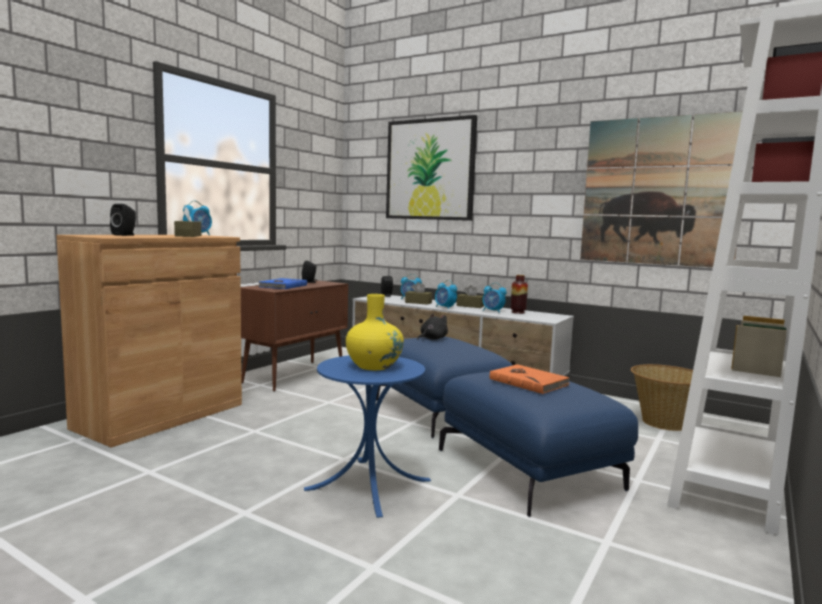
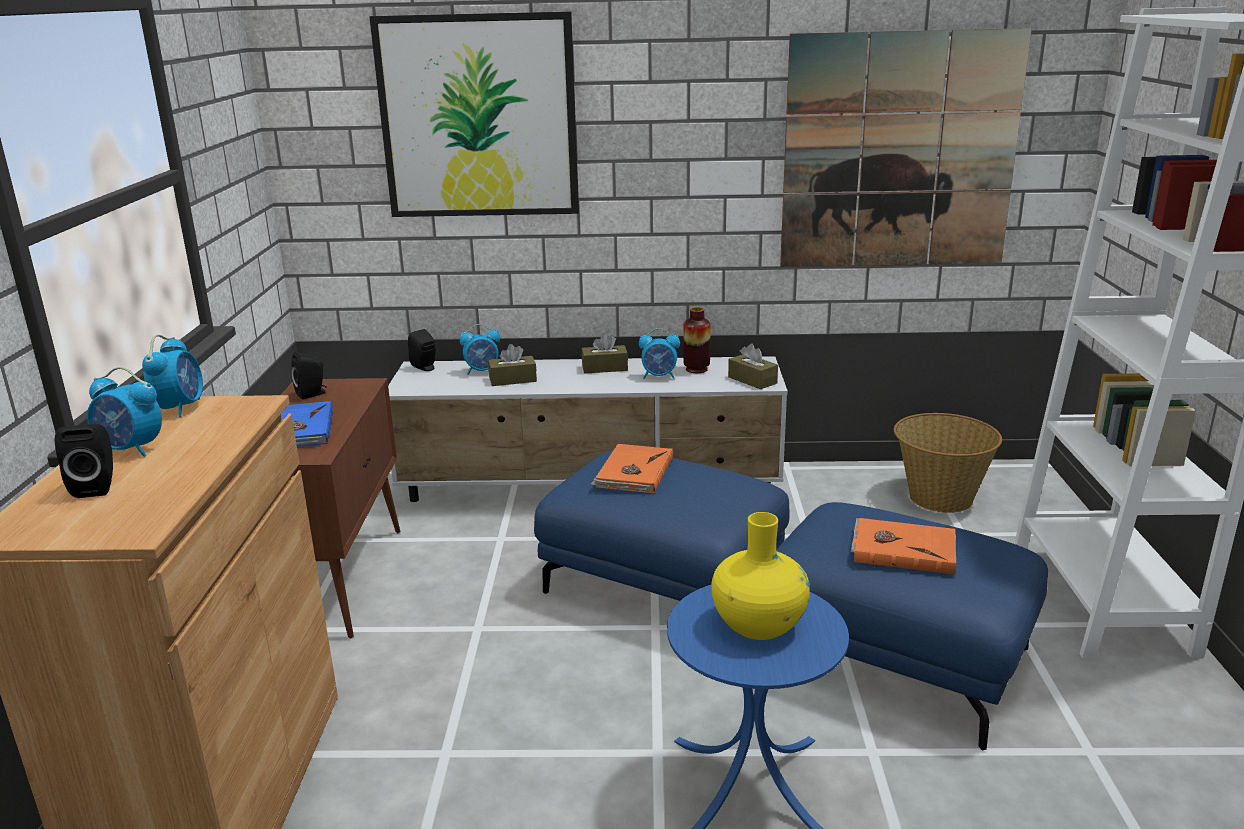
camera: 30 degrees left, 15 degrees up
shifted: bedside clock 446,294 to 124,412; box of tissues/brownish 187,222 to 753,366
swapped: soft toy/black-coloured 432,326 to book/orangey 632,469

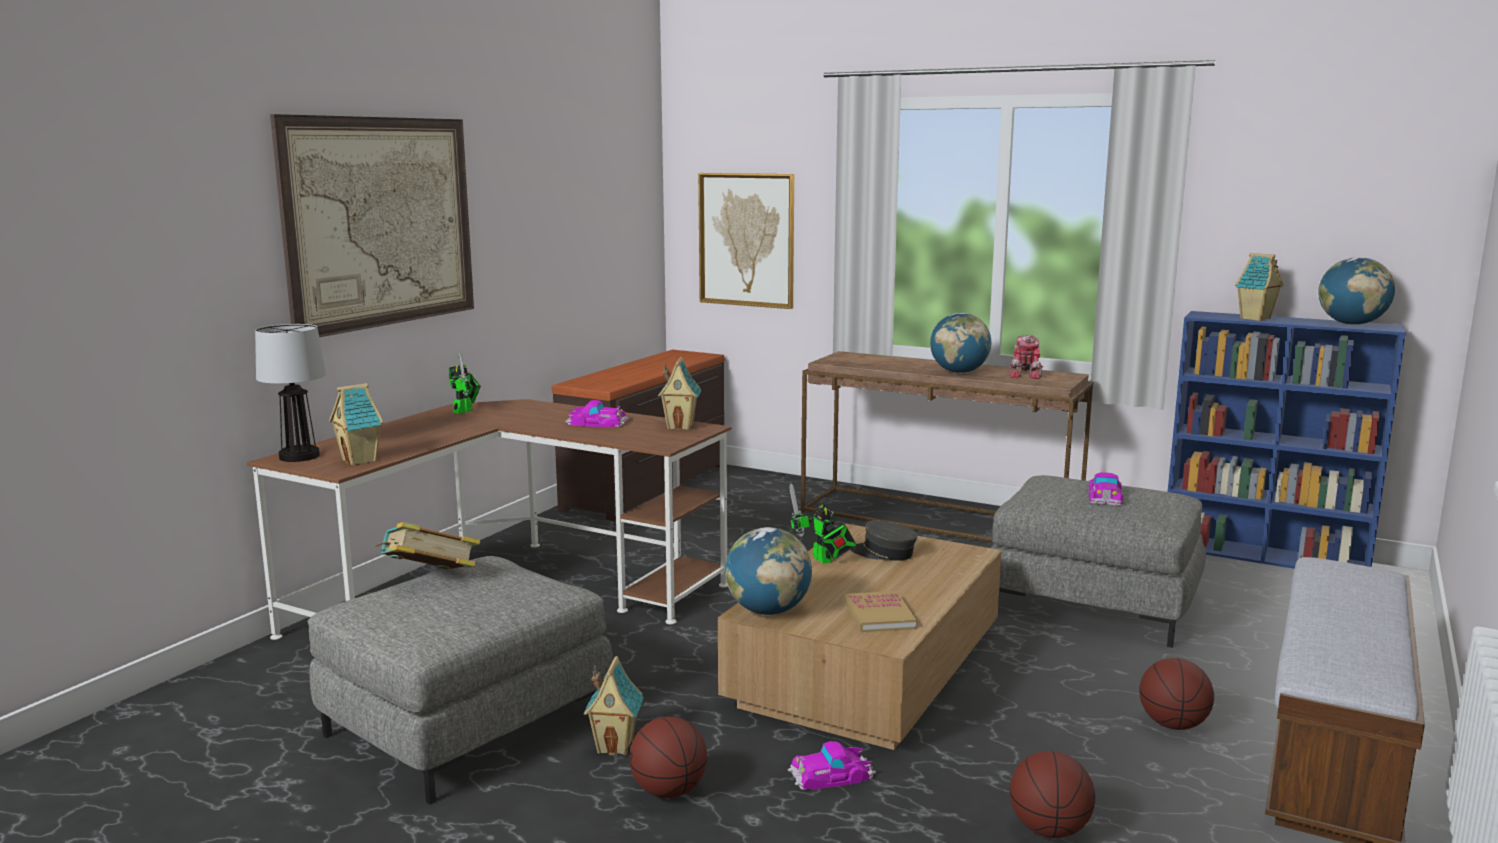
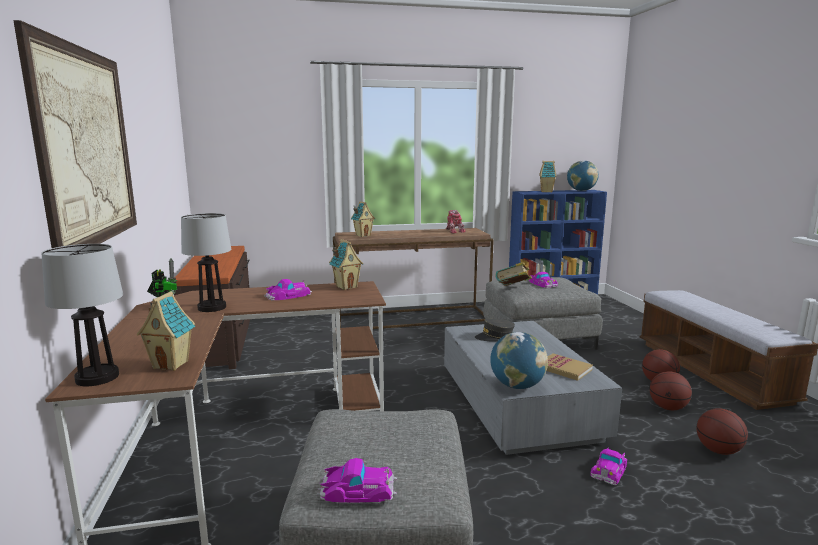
camera: 40 degrees left, 0 degrees up
gone: picture 746,241; model robot 822,523; globe 960,343
new: tabletop lamp 206,262; model car 357,480
shifted: model house 613,705 to 363,219; book 428,545 to 514,274; basketball 668,757 to 671,390
repainted: low table/brownish 859,637 to low table/gray 533,388

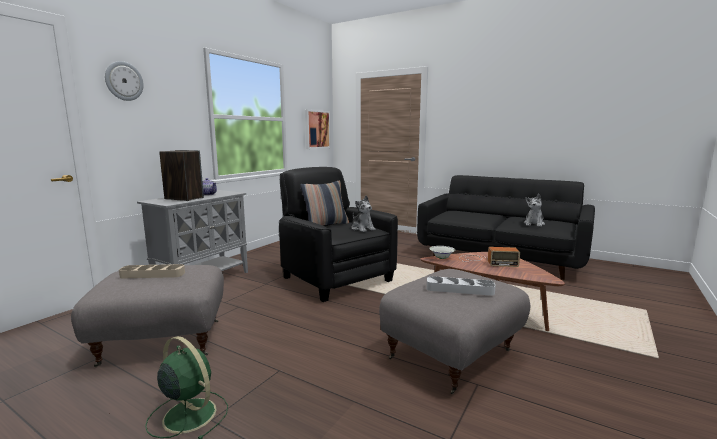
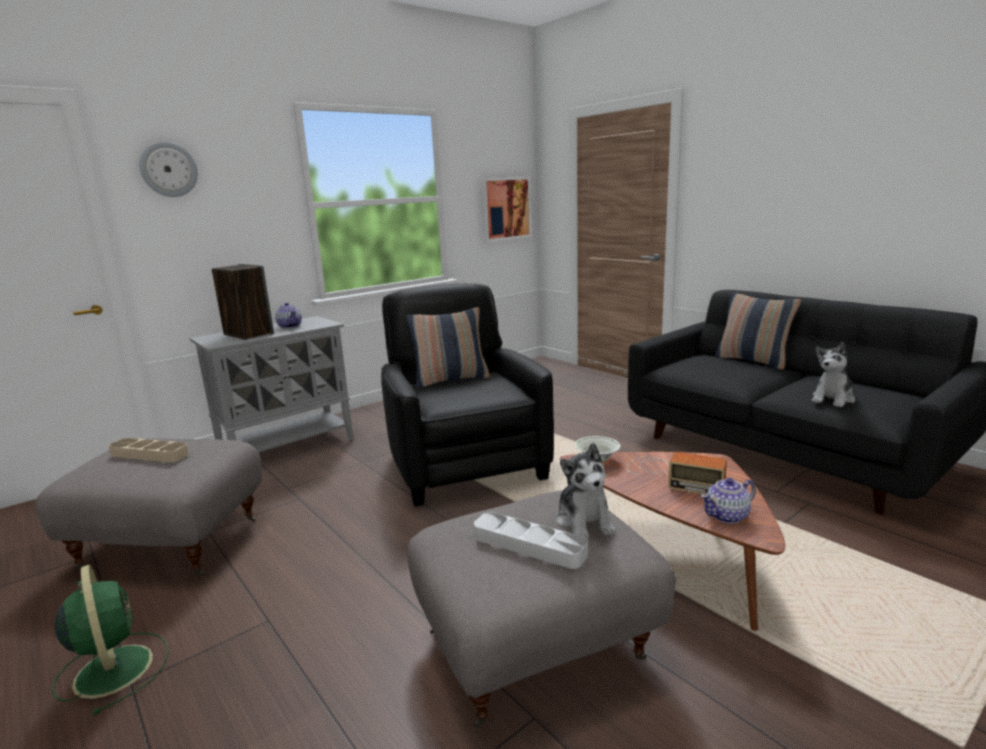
camera: 20 degrees right, 5 degrees up
new: teapot 728,501; throw pillow 758,331
shifted: soft toy 363,213 to 586,491

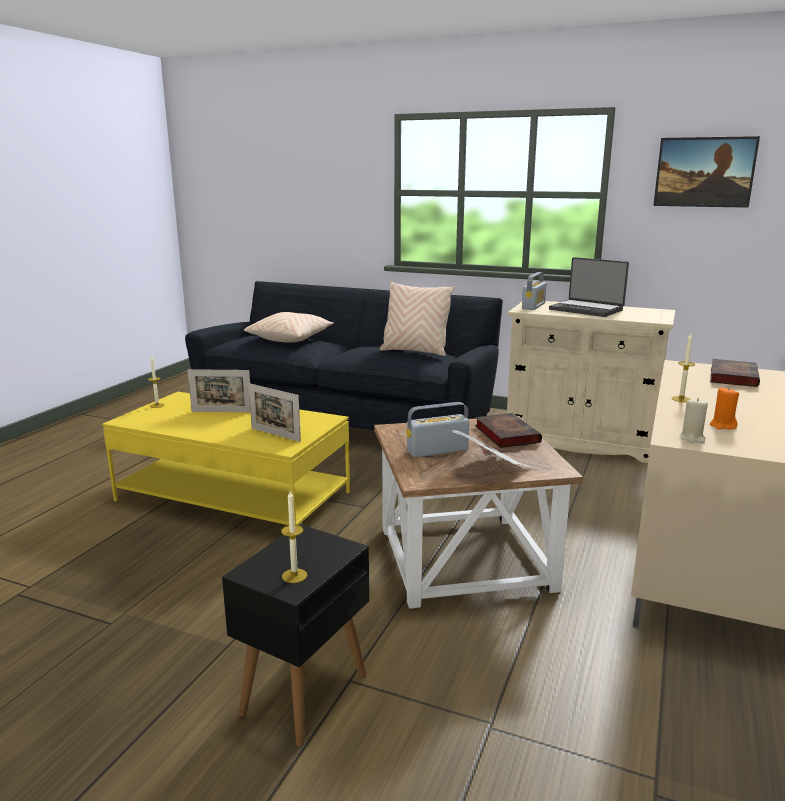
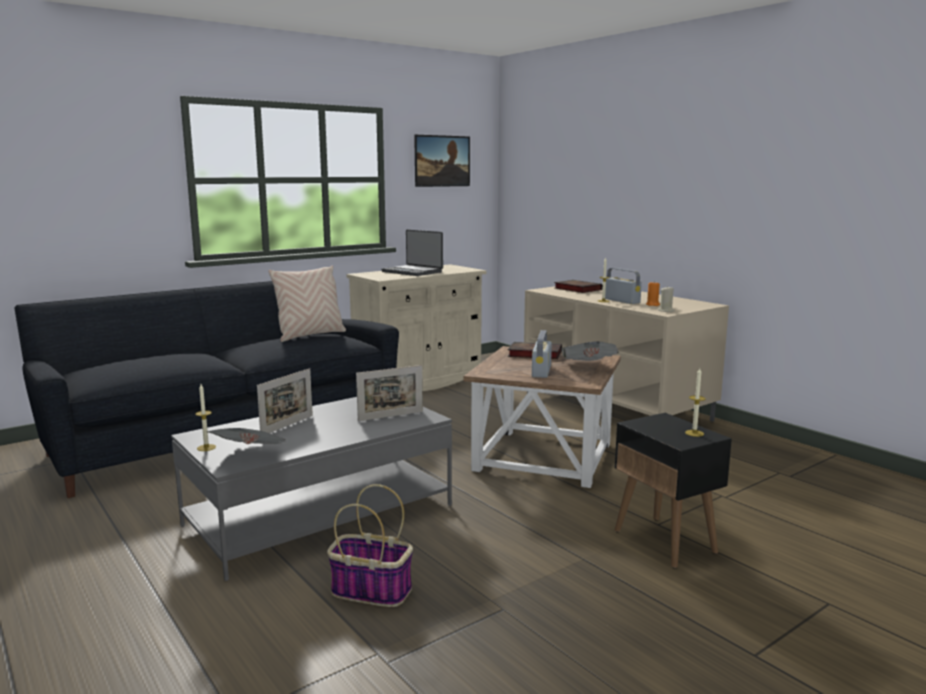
camera: 60 degrees left, 5 degrees down
gone: throw pillow/beige-coloured 289,327
new: newspaper 246,436; storage basket 370,545
shifted: radio receiver 534,291 to 623,286
repainted: low table/yellowish 226,458 to low table/gray 311,489
rotated: notebook computer 589,287 = 412,253 60 degrees clockwise

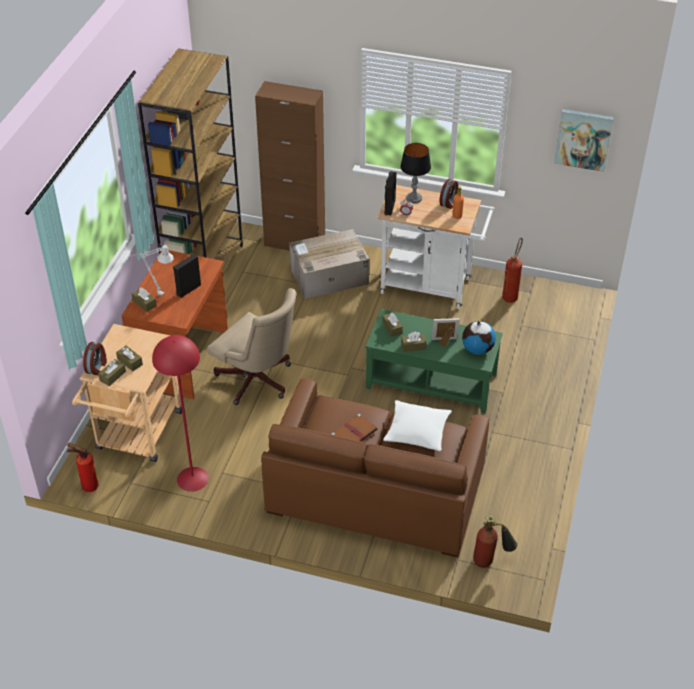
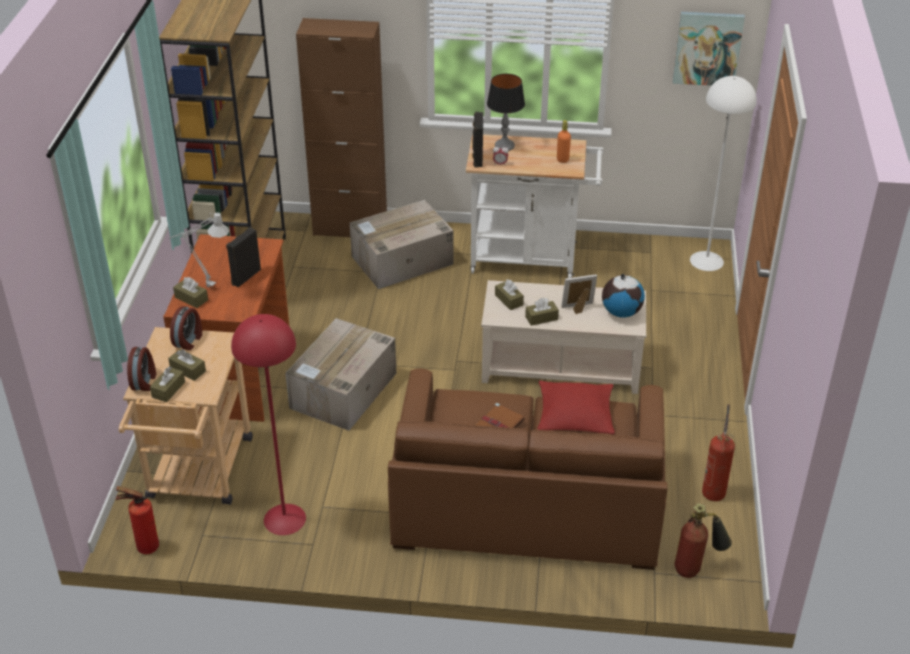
camera: 10 degrees left, 5 degrees down
new: standing lamp/white 723,173
shifted: bedside clock 448,194 to 186,328; extinguisher 512,270 to 718,452
swapped: computer chair/beige-coloured 252,346 to cardboard box 340,374
repainted: low table/greenish 434,361 to low table/beige-coloured 563,337; throw pillow/white 417,426 to throw pillow/red 576,407

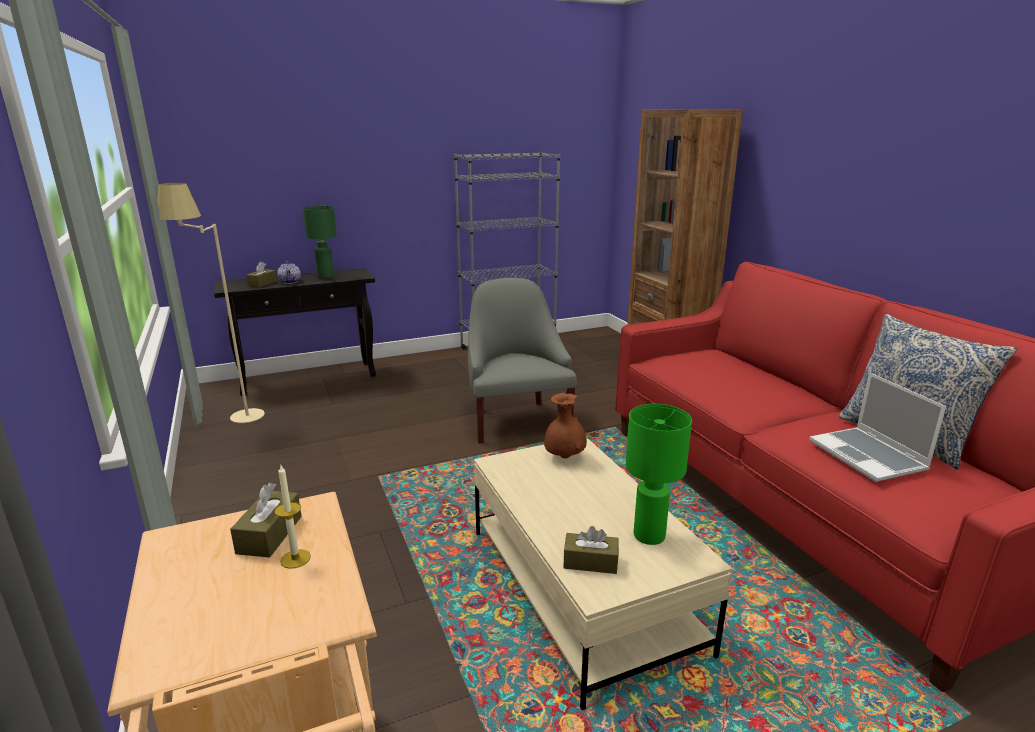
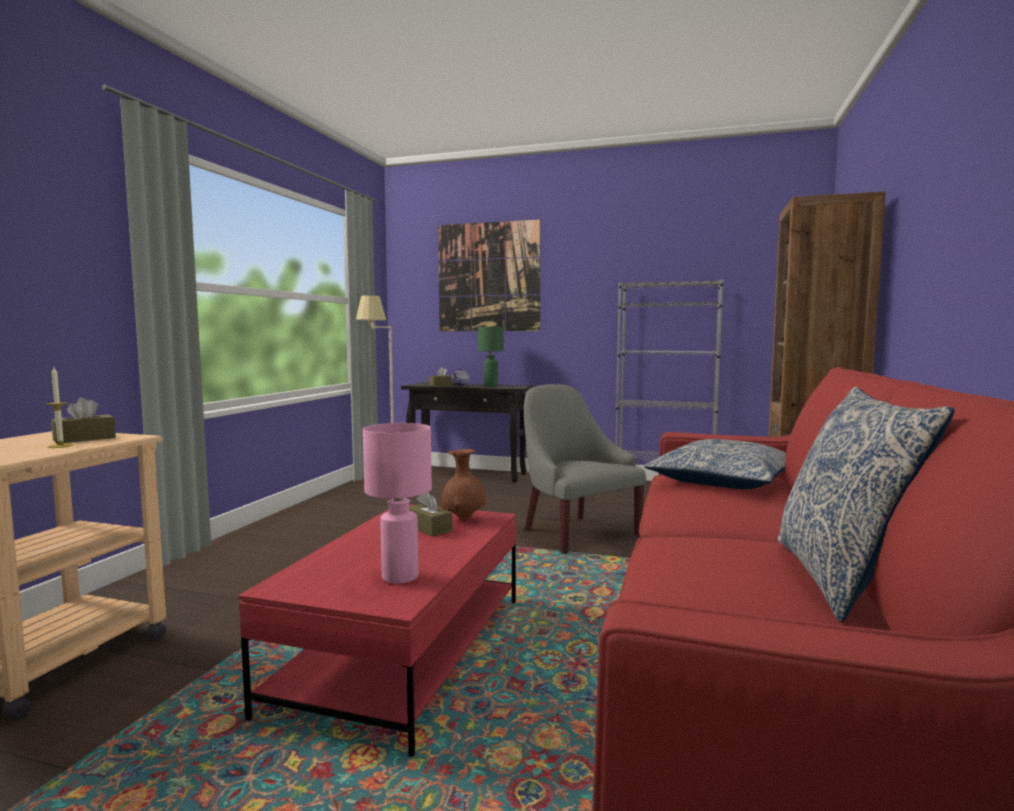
camera: 40 degrees right, 15 degrees down
gone: notebook computer 877,427
new: picture 489,275; throw pillow 715,464
shifted: box of tissues/brownish 591,550 to 430,514
repainted: low table/beige-coloured 603,573 to low table/red 377,631; tabletop lamp/greenish 658,474 to tabletop lamp/pink 397,503
rotated: easy chair/gray 522,360 = 585,469 60 degrees counterclockwise

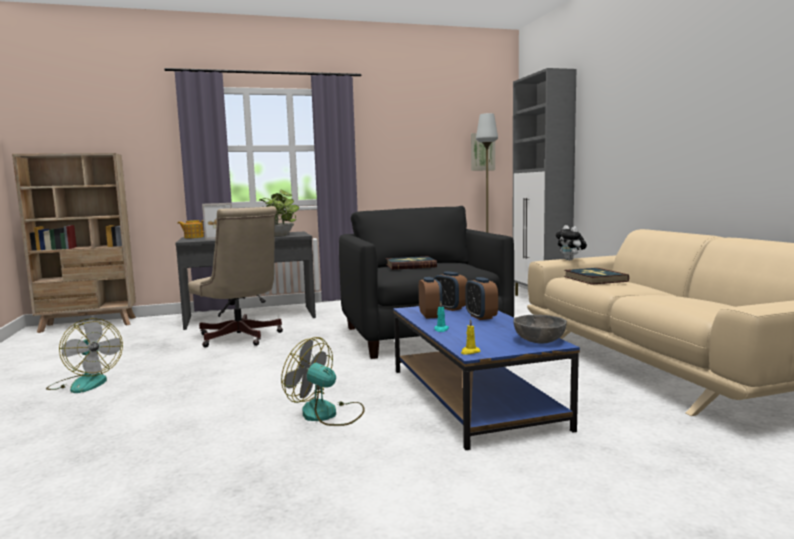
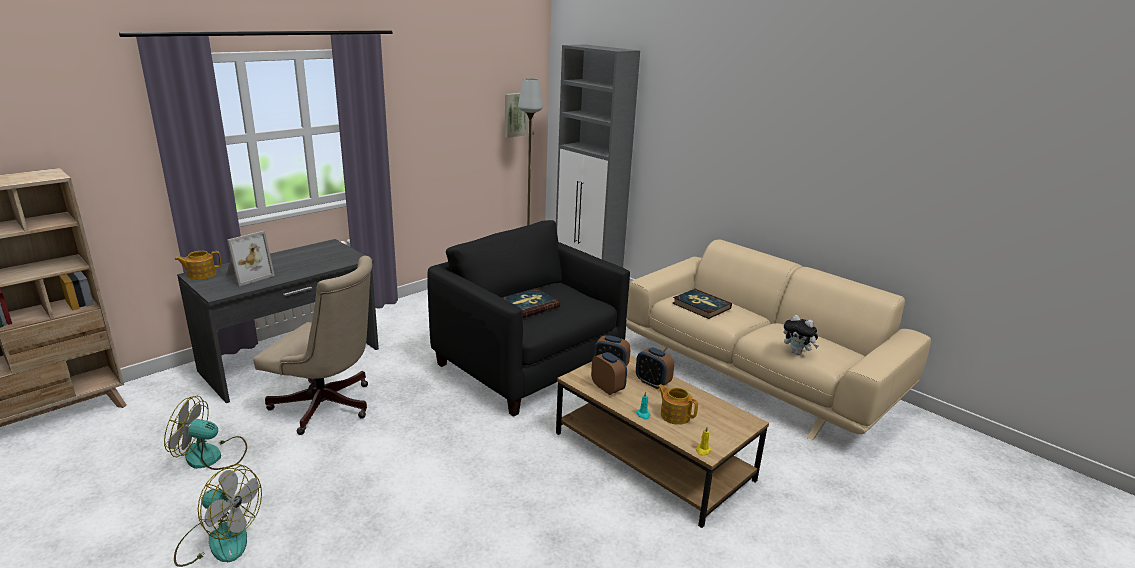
camera: 30 degrees left, 15 degrees up
gone: potted plant 279,213; bowl/gray 540,329
new: teapot 677,404
shifted: fan 323,381 to 205,432; soft toy 571,242 to 800,335
repainted: low table/blue-coloured 486,378 to low table/brownish 662,441

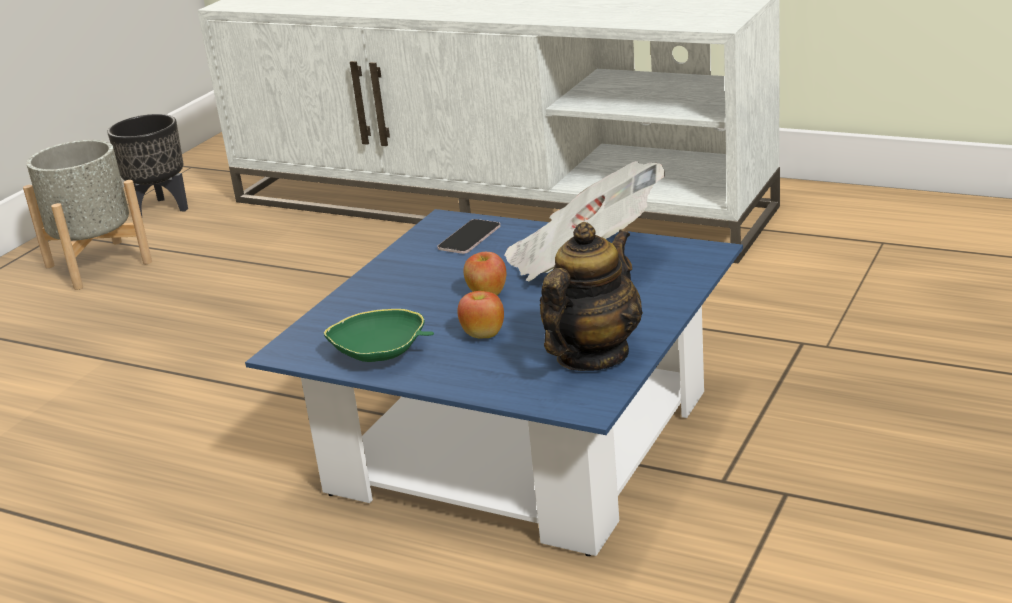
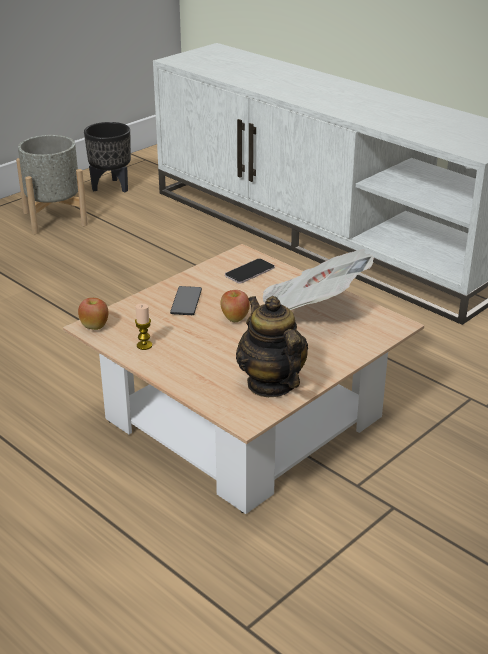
camera: 15 degrees right, 5 degrees up
new: phone 186,300
shifted: apple 480,314 to 93,314
swapped: bowl/greenish 379,335 to wax candle 143,327
repainted: low table/blue-coloured 494,382 to low table/beige-coloured 243,379
rotated: teapot 591,296 = 272,346 75 degrees counterclockwise

